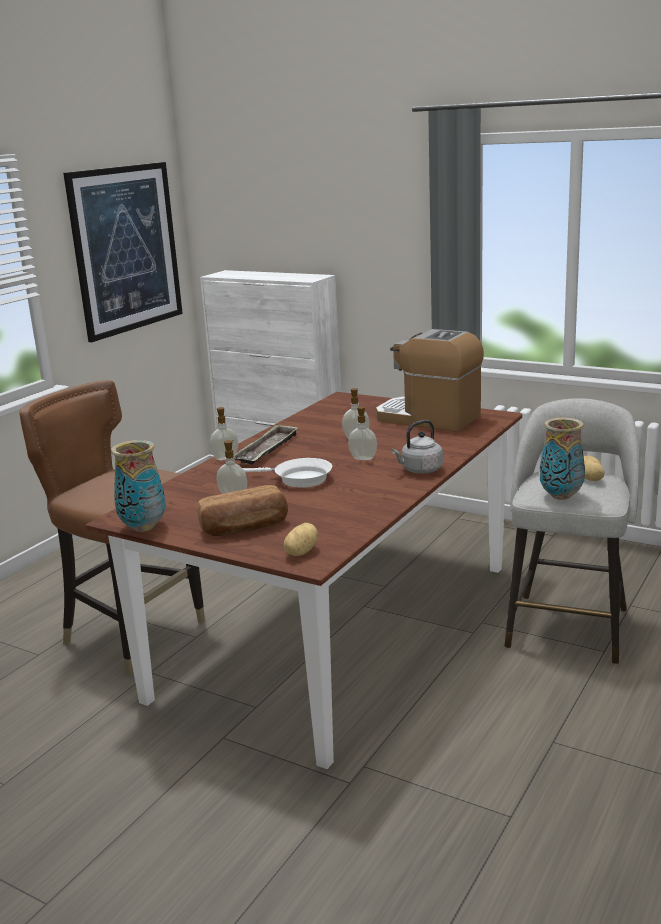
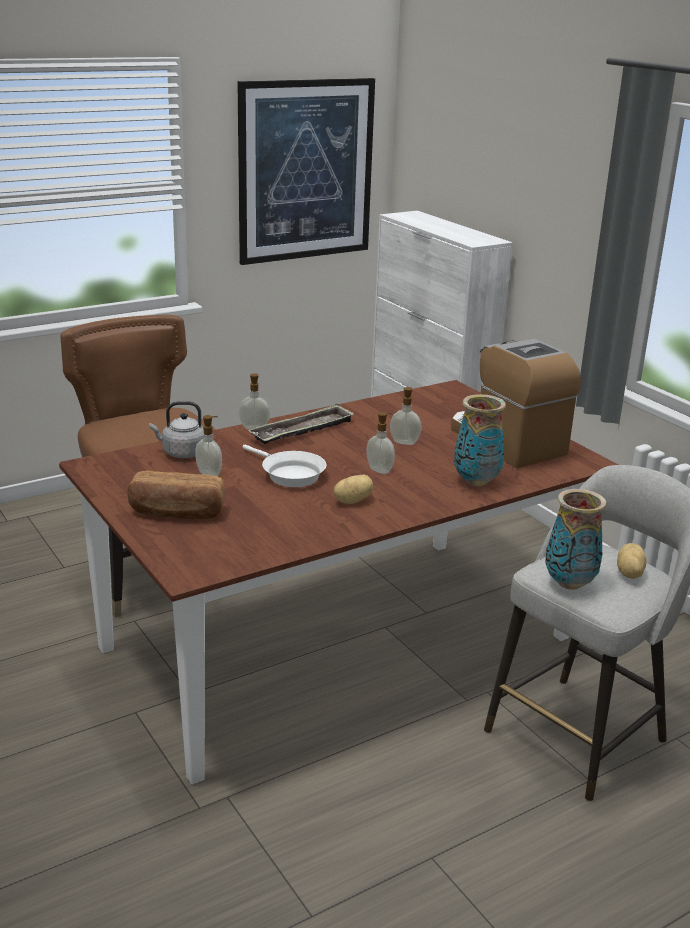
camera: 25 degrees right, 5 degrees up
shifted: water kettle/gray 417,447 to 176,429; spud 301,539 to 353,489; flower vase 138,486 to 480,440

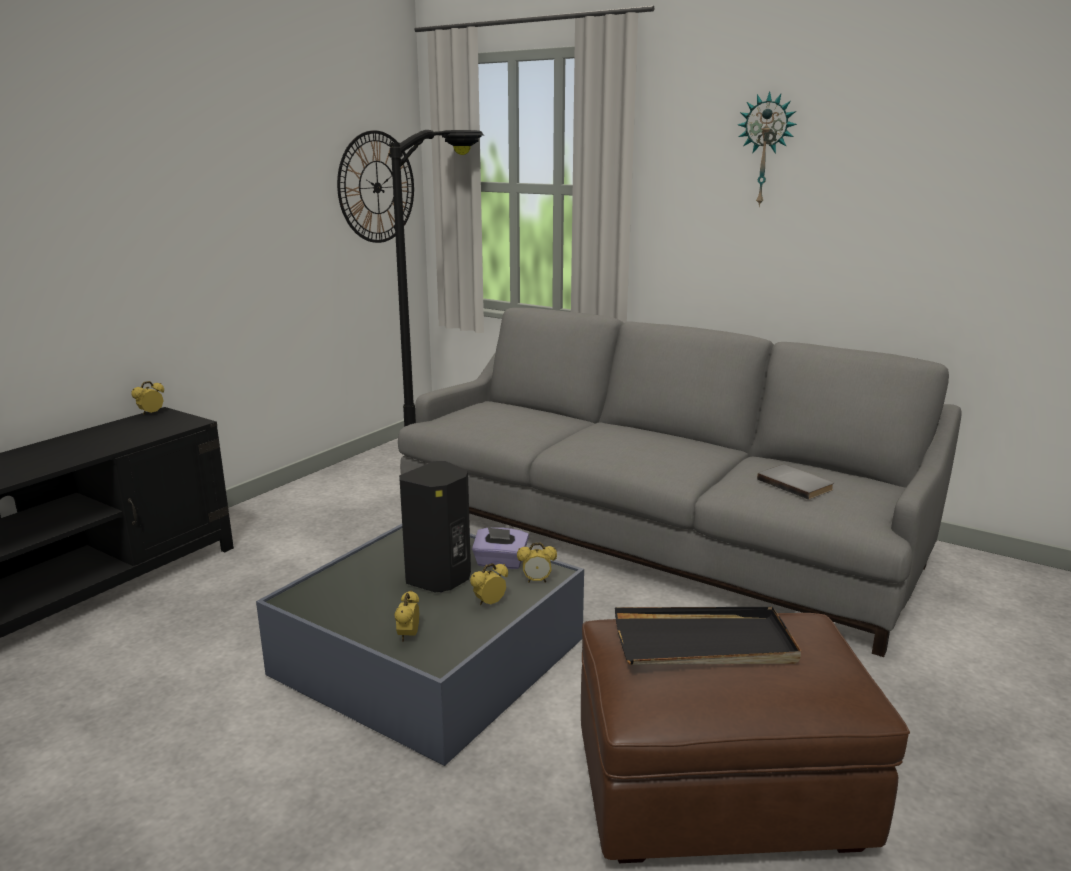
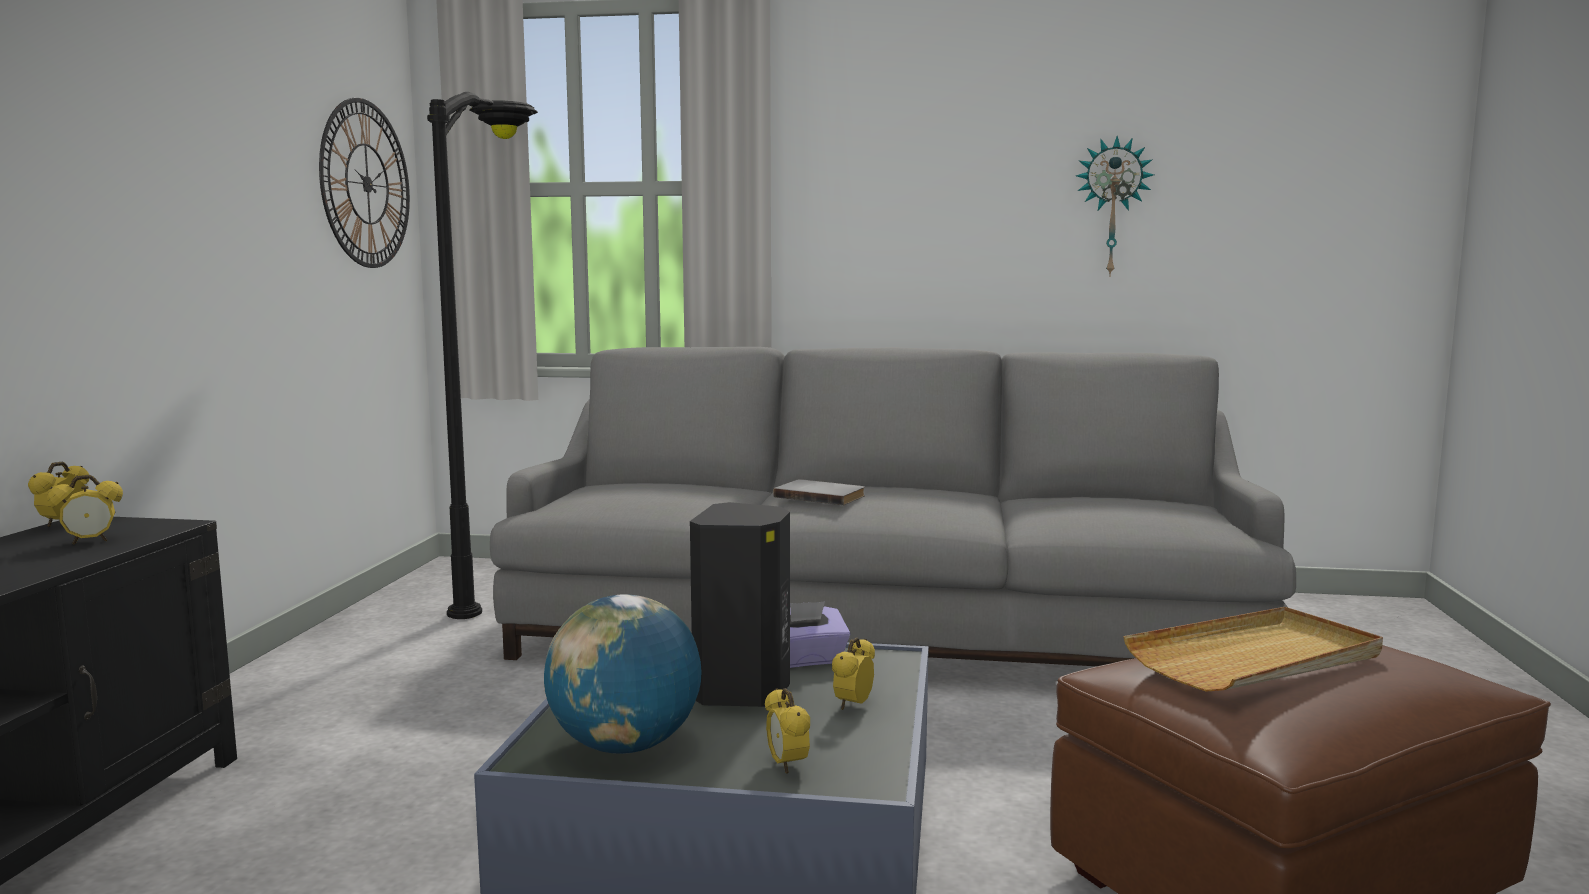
camera: 25 degrees left, 10 degrees down
new: globe 623,674
shifted: bedside clock 537,563 to 85,510; book/gray 795,482 to 819,492; hanging clock 767,149 to 1115,206
repainted: serving tray/black-coloured 708,636 to serving tray/beige-coloured 1253,649

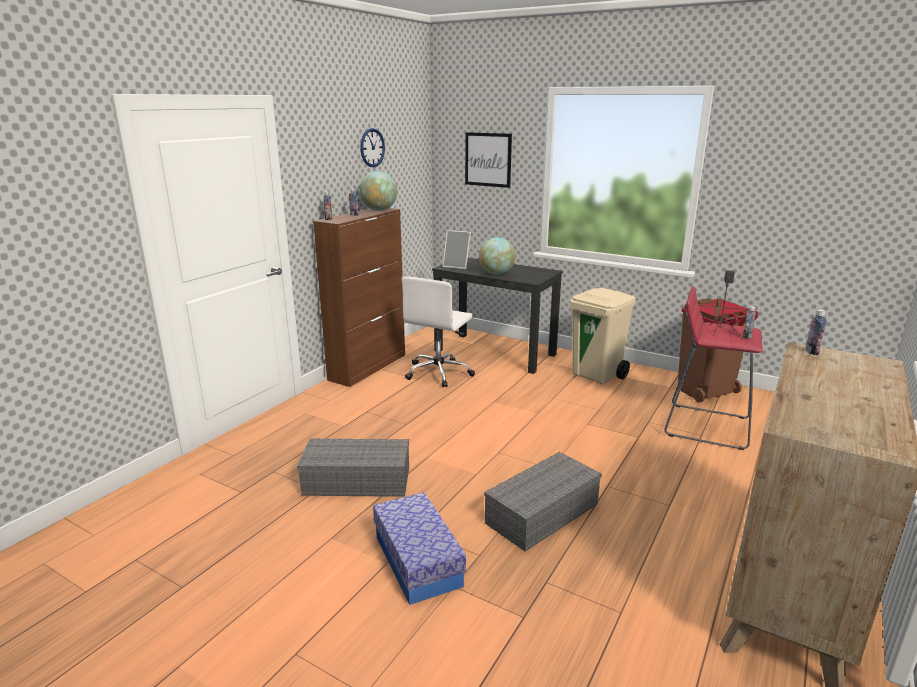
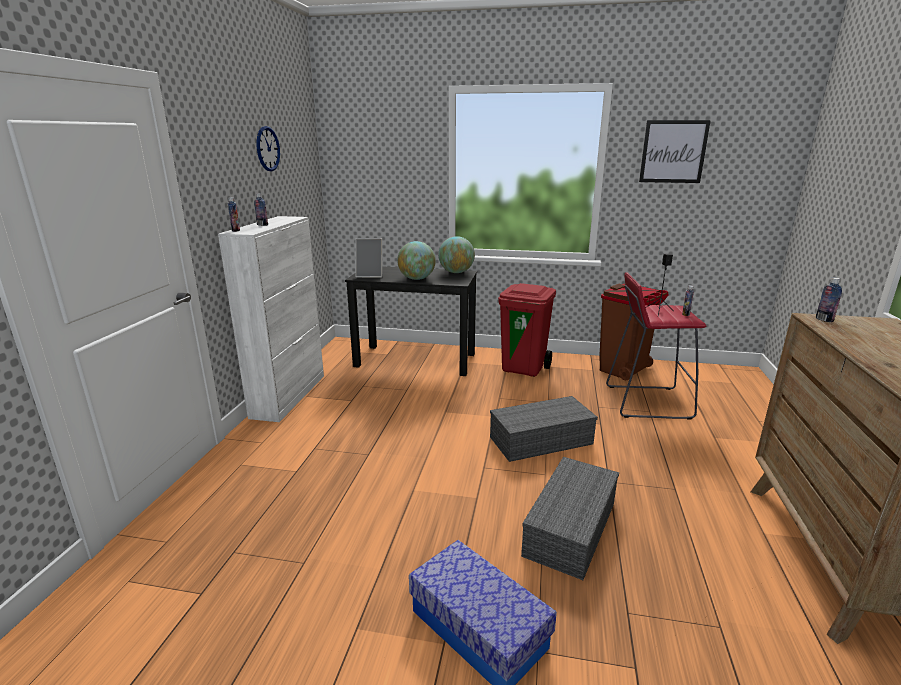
camera: 20 degrees left, 0 degrees up
gone: computer chair/white 438,332
shifted: globe 378,191 to 456,254; storage bin/gray 353,468 to 544,429; picture 488,160 to 675,151
repainted: storage cabinet/brownish 359,297 to storage cabinet/white 271,319; rubbish bin/beige-coloured 603,336 to rubbish bin/red 527,330

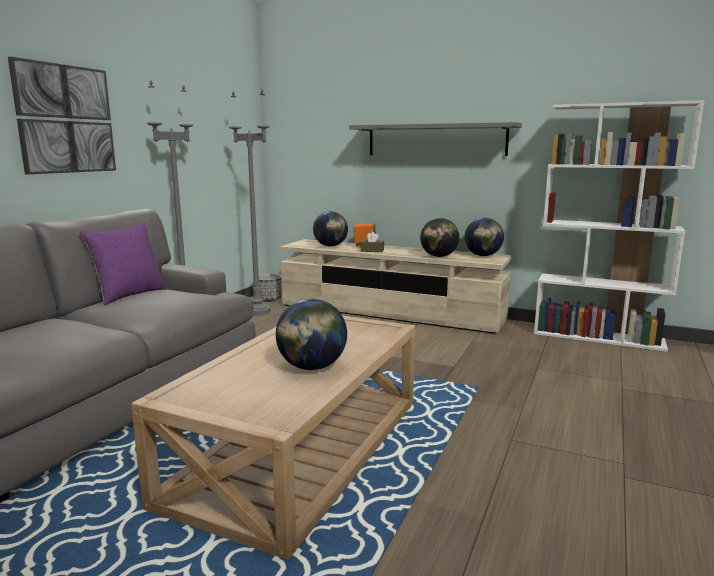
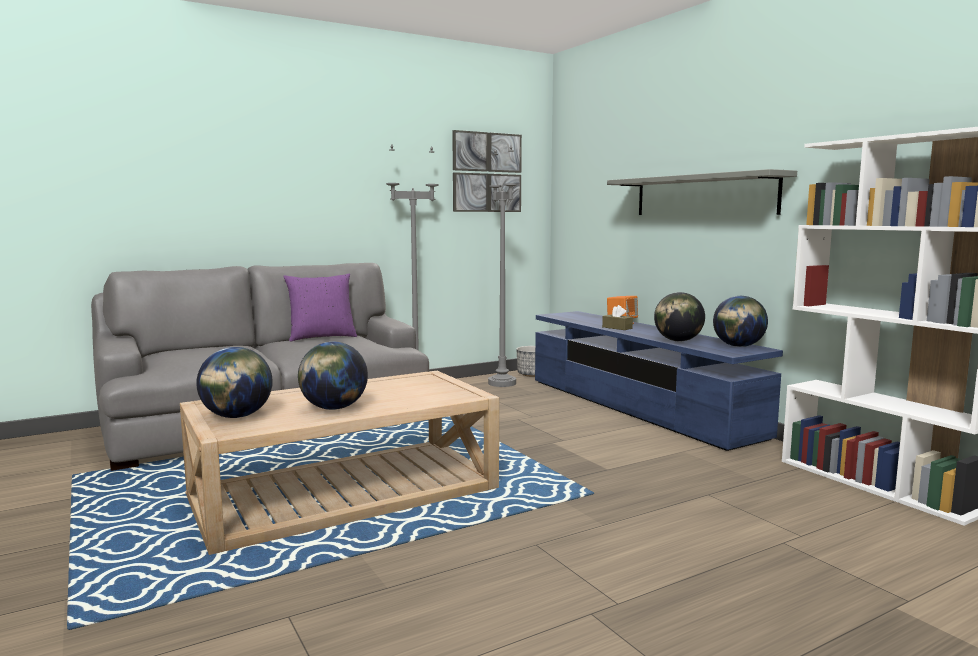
camera: 35 degrees right, 5 degrees down
shifted: globe 330,228 to 234,382; picture 62,115 to 487,171
repainted: media console/beige-coloured 396,286 to media console/blue-coloured 659,381

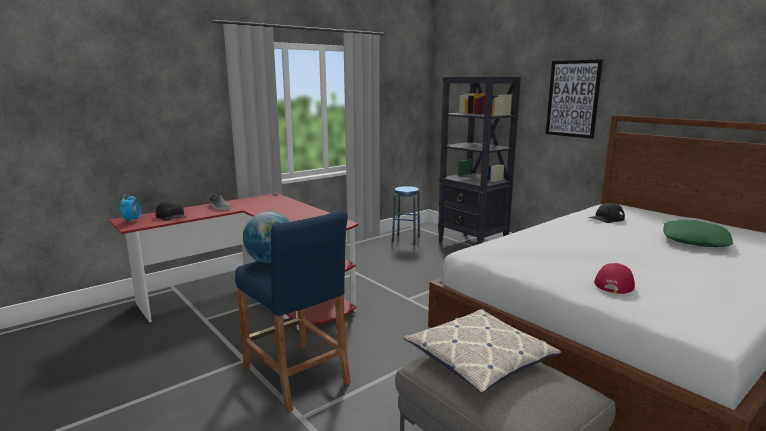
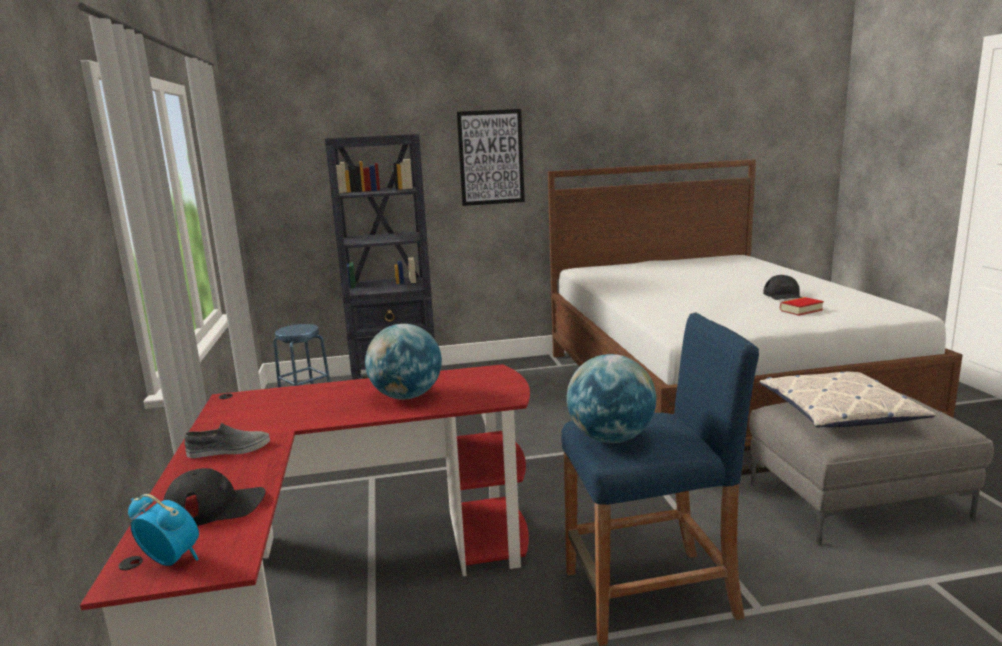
camera: 60 degrees left, 0 degrees up
gone: throw pillow/greenish 698,233
new: globe 403,361
shifted: baseball cap/black-coloured 606,213 to 783,287
swapped: baseball cap/red 614,278 to book 802,306

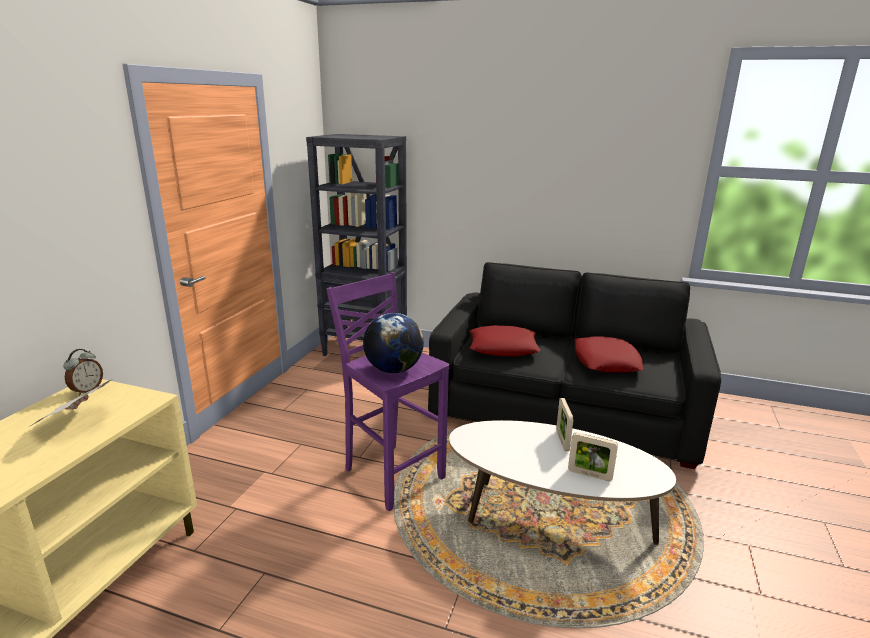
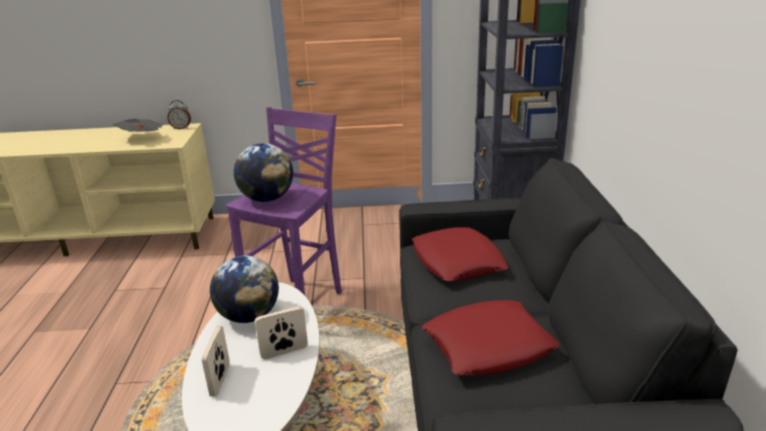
camera: 70 degrees right, 5 degrees up
new: globe 244,289

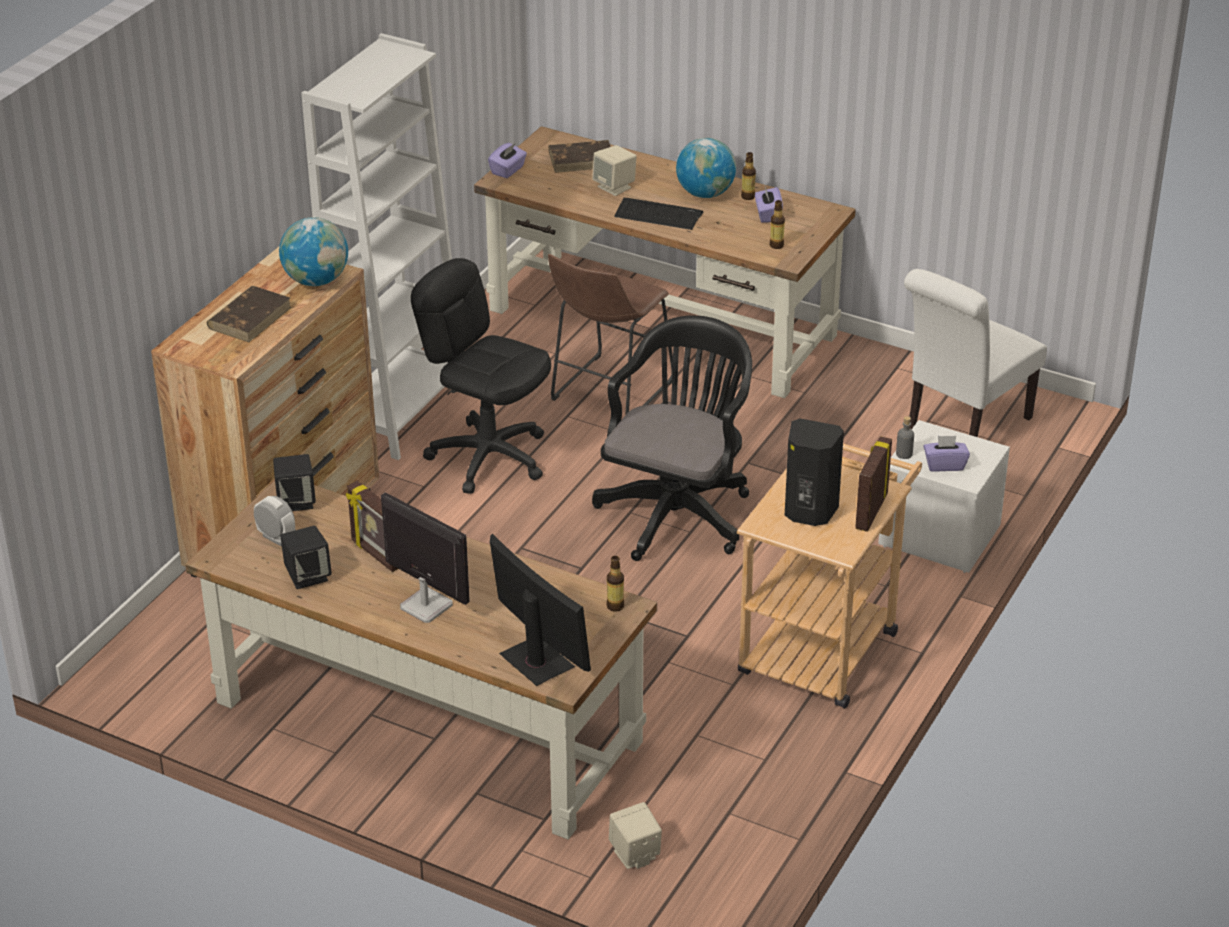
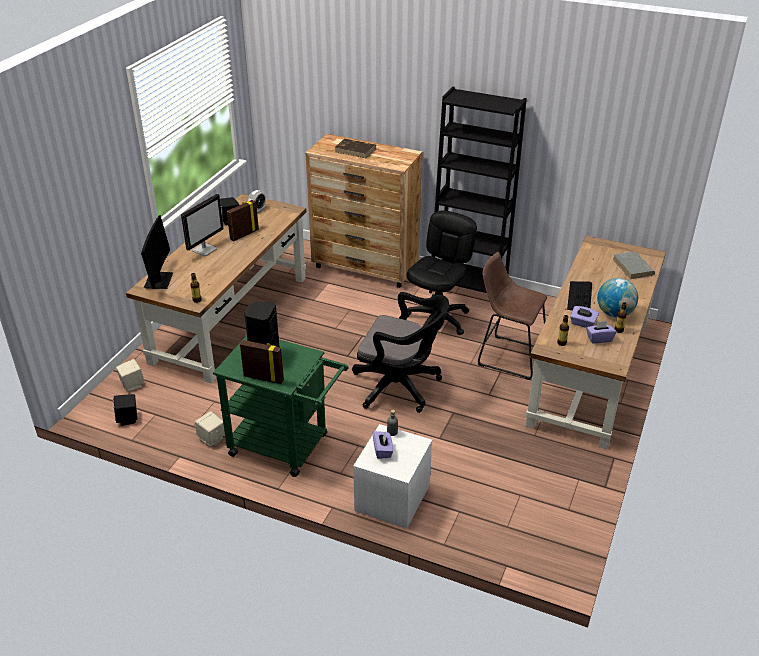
camera: 85 degrees right, 0 degrees up
gone: globe 313,251; plain chair/white 975,353
shifted: loudspeaker/black-coloured 294,482 to 125,410; loudspeaker/beige-coloured 614,170 to 210,429; box of tissues/purplish 507,160 to 584,317
repainted: trolley/beige-coloured 829,576 to trolley/greenish 281,406; bookcase/white 376,246 to bookcase/black-coloured 478,190; book/brownish 579,156 to book/gray 634,265
rotated: monitor 540,610 = 157,252 45 degrees counterclockwise

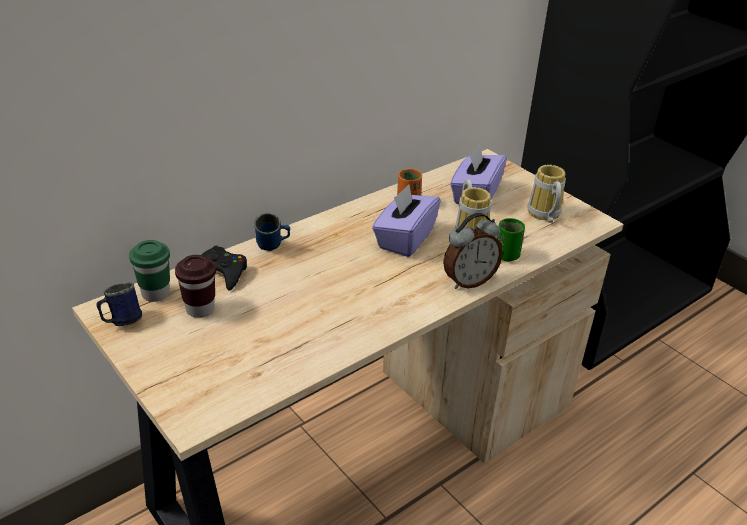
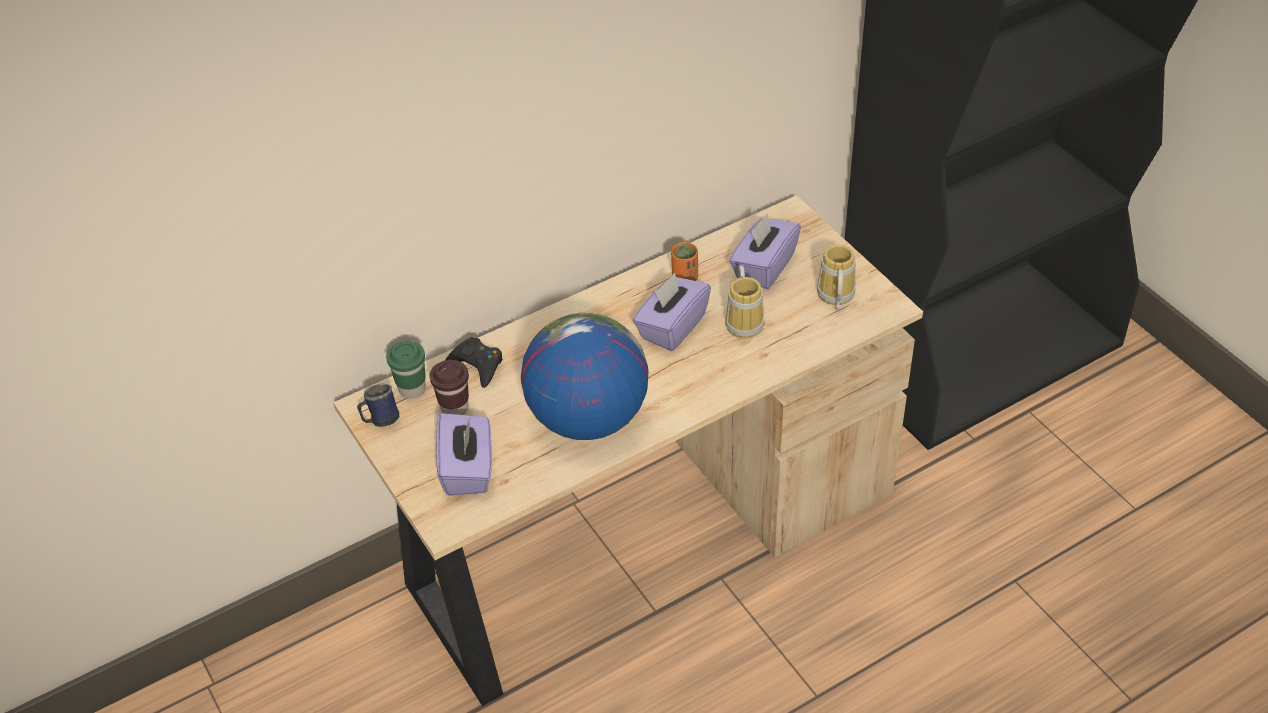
camera: 10 degrees right, 10 degrees up
gone: tea mug/blue-coloured 272,232; bedside clock 473,251; small cup/greenish 511,239
new: box of tissues/purplish 464,454; globe 585,376

